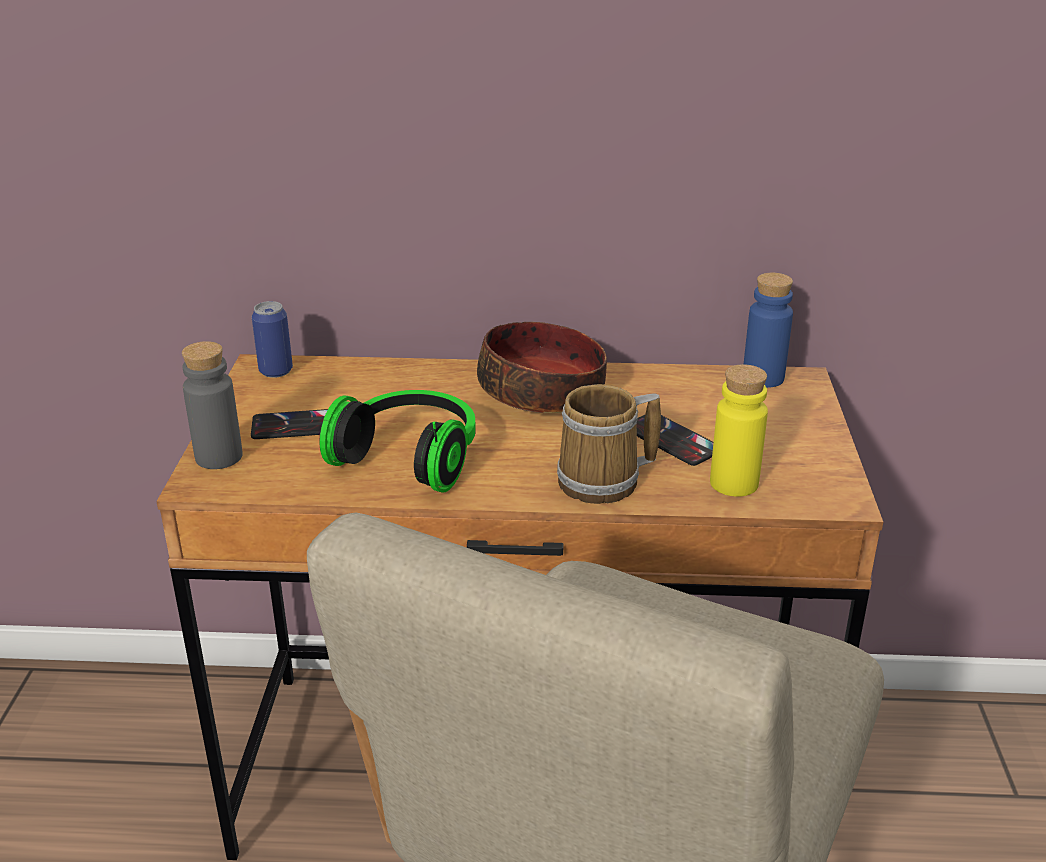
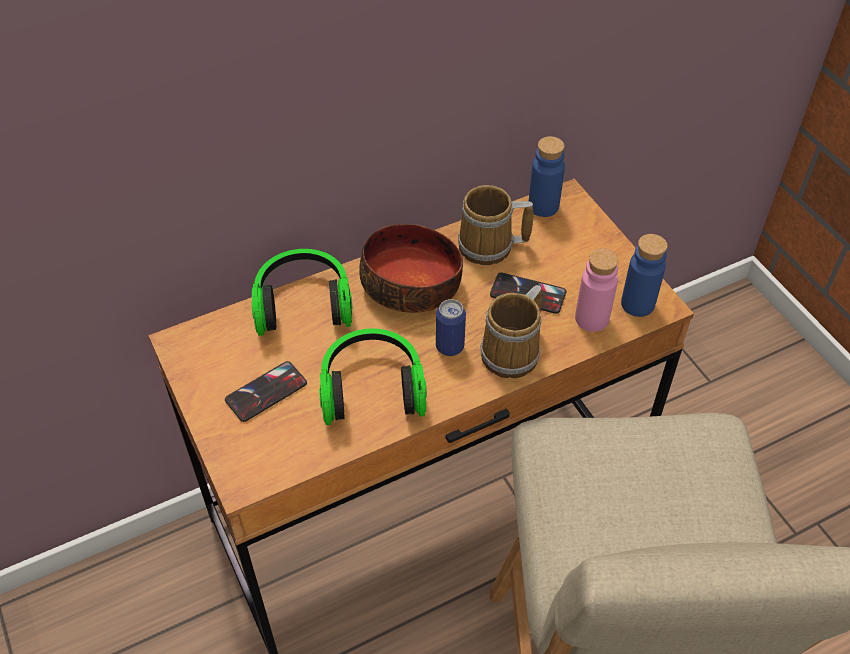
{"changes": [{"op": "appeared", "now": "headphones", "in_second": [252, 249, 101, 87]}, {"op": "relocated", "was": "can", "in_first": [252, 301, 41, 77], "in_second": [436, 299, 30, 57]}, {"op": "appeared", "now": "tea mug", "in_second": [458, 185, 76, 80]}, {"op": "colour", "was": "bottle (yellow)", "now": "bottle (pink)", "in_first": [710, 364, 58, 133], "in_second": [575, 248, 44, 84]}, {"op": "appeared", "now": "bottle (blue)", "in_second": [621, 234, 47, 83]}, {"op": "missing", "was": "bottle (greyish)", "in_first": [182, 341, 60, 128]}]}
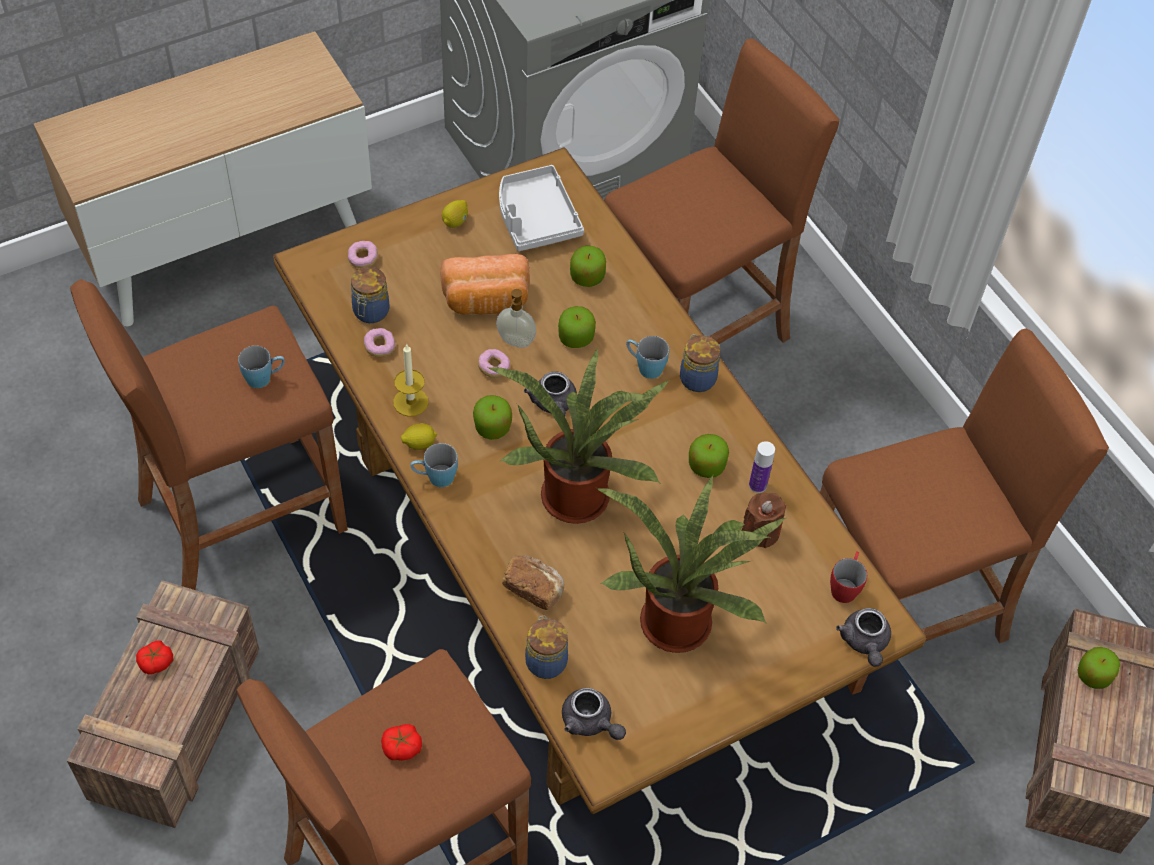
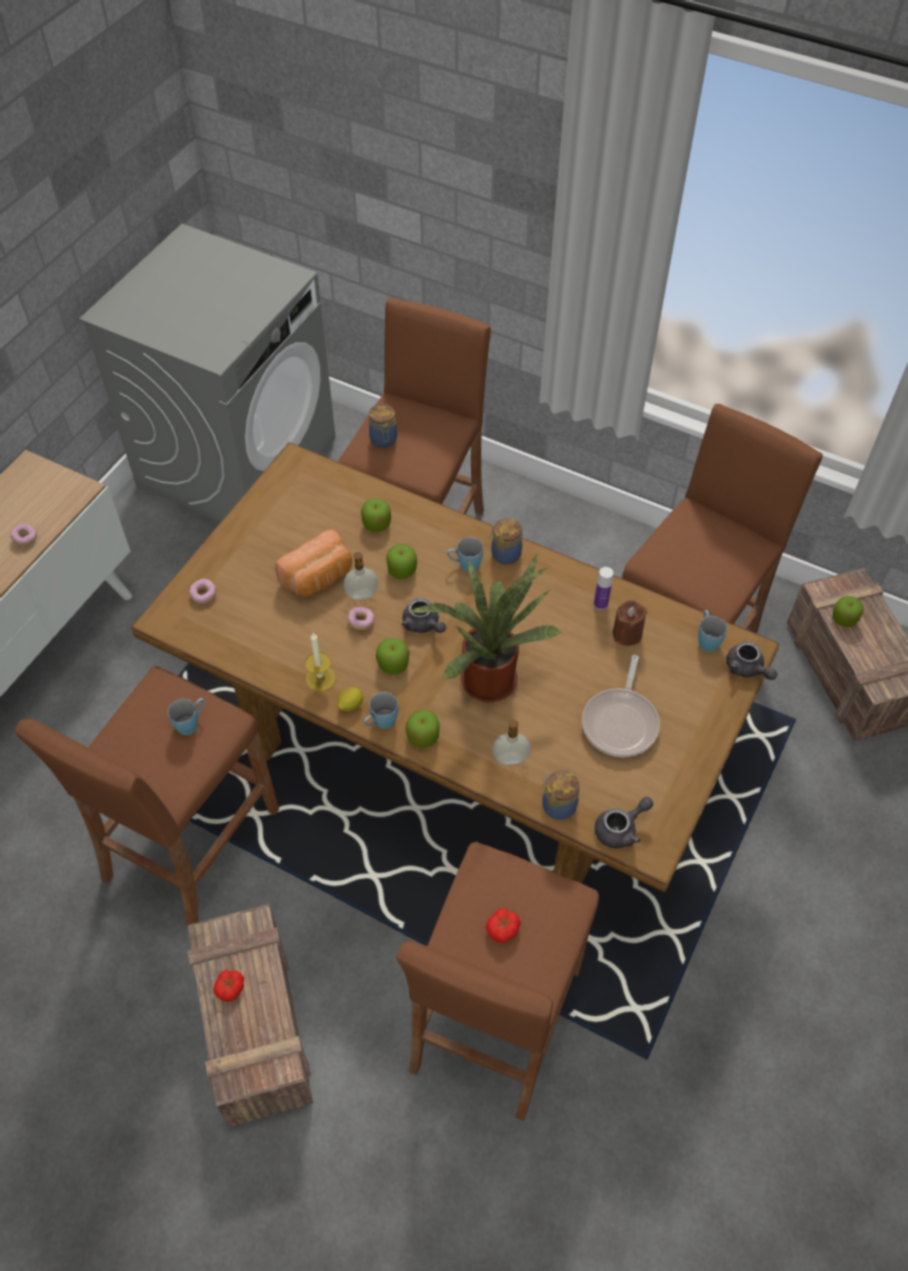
{"changes": [{"op": "relocated", "was": "ring doughnut", "in_first": [364, 328, 31, 29], "in_second": [10, 524, 27, 22]}, {"op": "relocated", "was": "storage jar", "in_first": [351, 267, 38, 56], "in_second": [369, 404, 28, 44]}, {"op": "relocated", "was": "apple fruit", "in_first": [689, 434, 40, 44], "in_second": [406, 710, 34, 38]}, {"op": "exchanged", "was": "bread", "now": "soap bottle", "in_first": [502, 555, 62, 55], "in_second": [492, 719, 39, 46]}, {"op": "exchanged", "was": "potted plant", "now": "pan", "in_first": [597, 473, 189, 180], "in_second": [582, 655, 78, 102]}, {"op": "spun", "was": "teapot (greyish)", "in_first": [562, 688, 64, 52], "in_second": [595, 797, 58, 51], "clockwise": -45}, {"op": "colour", "was": "tea mug (red-coloured)", "now": "tea mug (blue)", "in_first": [830, 551, 37, 52], "in_second": [698, 610, 29, 42]}, {"op": "missing", "was": "whole lemon", "in_first": [442, 200, 26, 28]}, {"op": "missing", "was": "carrying tray (greyish)", "in_first": [499, 165, 85, 86]}]}
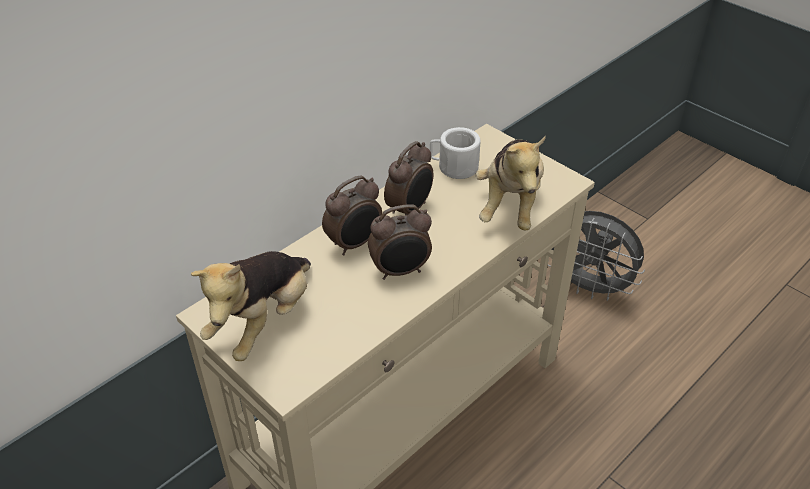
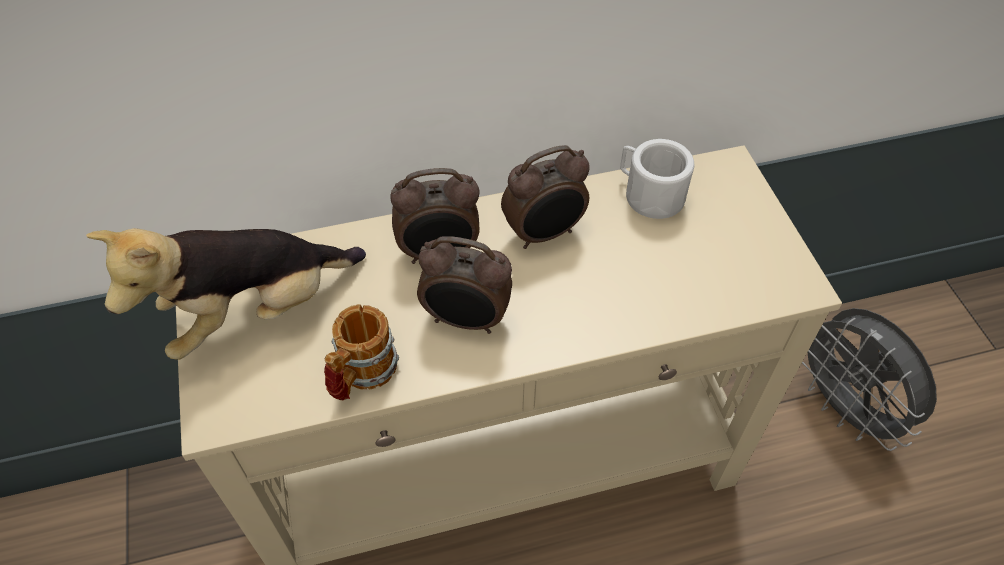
{"changes": [{"op": "appeared", "now": "tea mug", "in_second": [324, 304, 75, 96]}, {"op": "missing", "was": "plush toy", "in_first": [476, 136, 70, 95]}]}
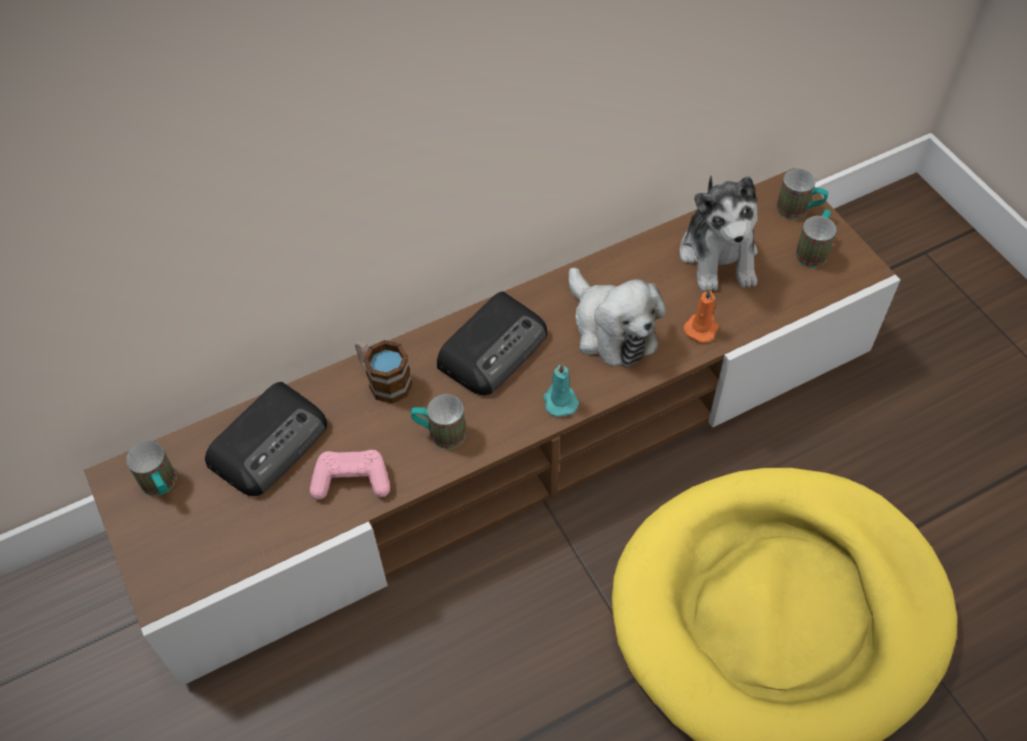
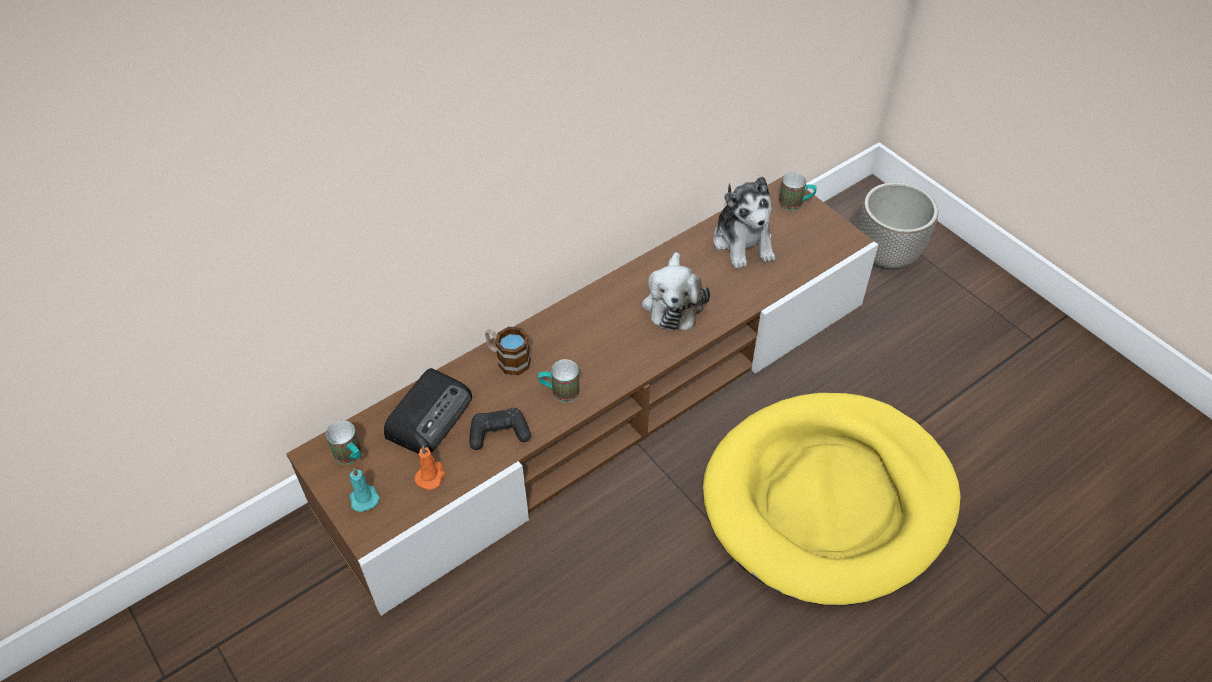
{"changes": [{"op": "relocated", "was": "wax candle (blue-green)", "in_first": [543, 363, 36, 54], "in_second": [350, 468, 30, 44]}, {"op": "relocated", "was": "wax candle (orange-coloured)", "in_first": [683, 288, 36, 55], "in_second": [414, 446, 31, 44]}, {"op": "colour", "was": "gamepad (pink)", "now": "gamepad (blackish)", "in_first": [310, 450, 80, 50], "in_second": [469, 408, 62, 42]}, {"op": "spun", "was": "plush toy", "in_first": [568, 267, 98, 101], "in_second": [642, 252, 68, 78], "clockwise": 45}, {"op": "appeared", "now": "flower pot", "in_second": [859, 182, 79, 87]}, {"op": "missing", "was": "radio receiver", "in_first": [437, 292, 110, 103]}, {"op": "missing", "was": "tea mug", "in_first": [795, 210, 41, 58]}]}
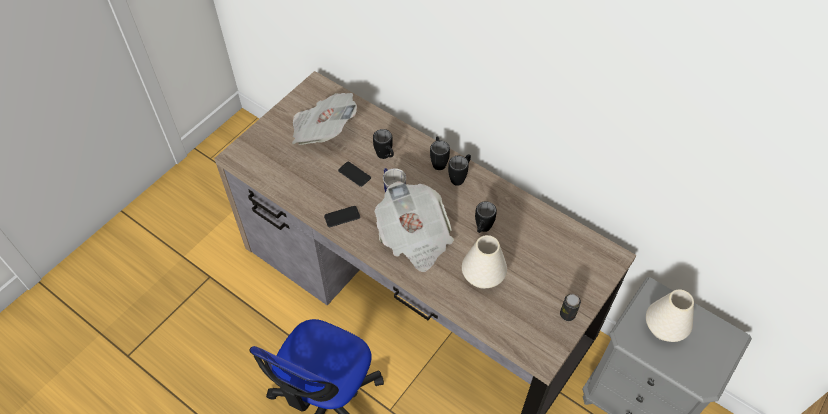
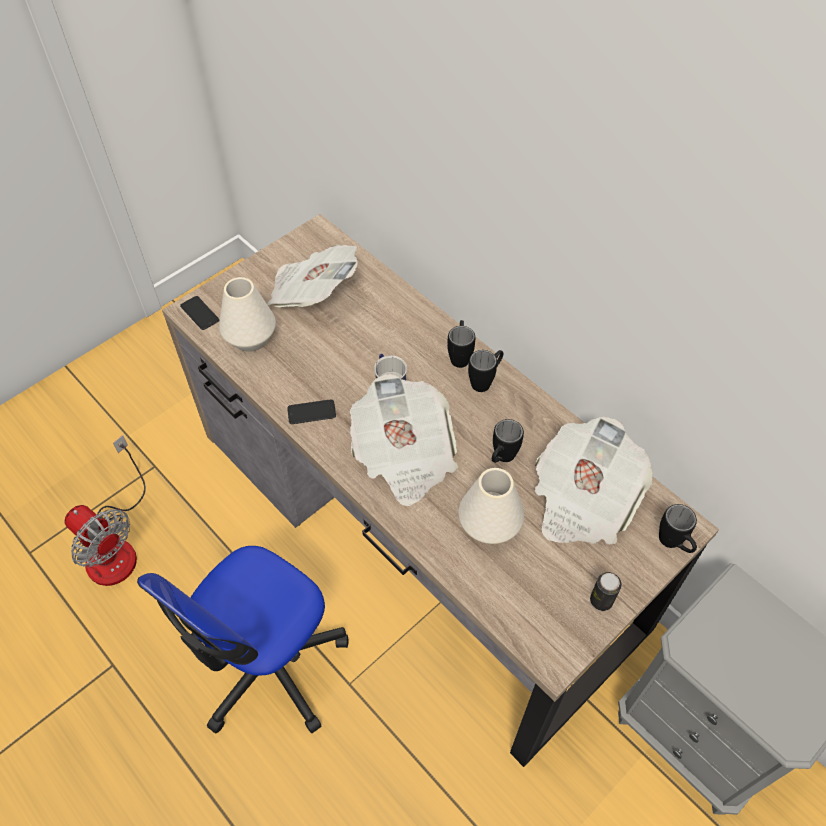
{"changes": [{"op": "appeared", "now": "electric fan", "in_second": [65, 435, 81, 151]}, {"op": "relocated", "was": "phone", "in_first": [338, 162, 33, 25], "in_second": [180, 296, 39, 34]}, {"op": "relocated", "was": "flower vase (white)", "in_first": [646, 289, 48, 53], "in_second": [219, 277, 57, 75]}, {"op": "appeared", "now": "daily paper", "in_second": [535, 417, 118, 128]}, {"op": "relocated", "was": "tea mug (blackish)", "in_first": [373, 129, 21, 30], "in_second": [659, 504, 38, 49]}]}
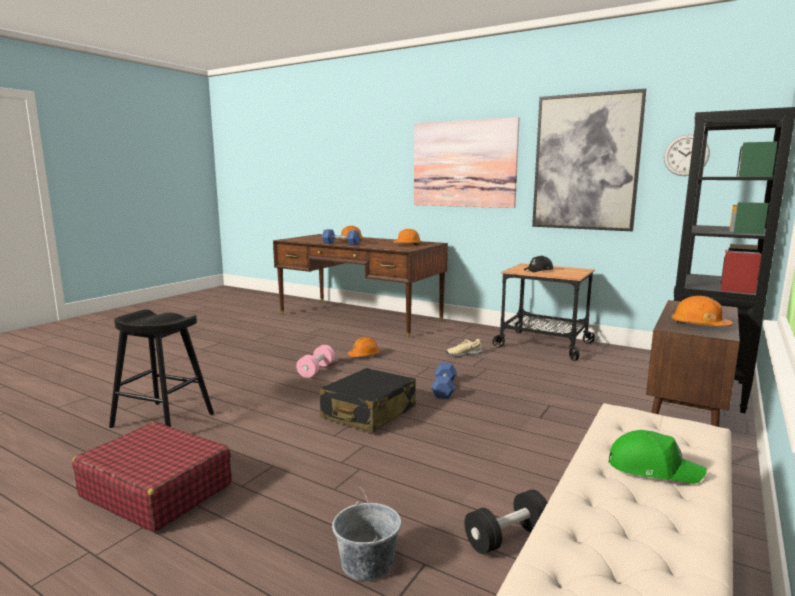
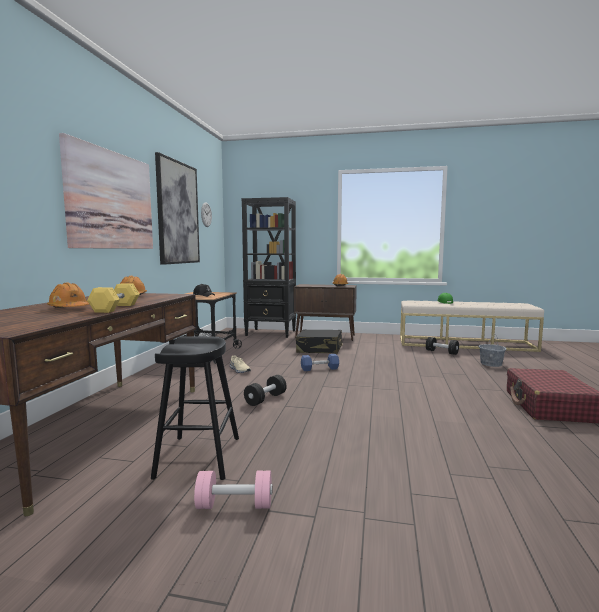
{"changes": [{"op": "colour", "was": "hand weight (blue)", "now": "hand weight (yellow)", "in_first": [322, 229, 38, 16], "in_second": [87, 284, 53, 29]}, {"op": "relocated", "was": "stool seat (blackish)", "in_first": [109, 310, 105, 118], "in_second": [151, 336, 88, 144]}, {"op": "relocated", "was": "hand weight (pink)", "in_first": [296, 345, 39, 33], "in_second": [194, 470, 79, 39]}, {"op": "exchanged", "was": "hard hat (orange-coloured)", "now": "hand weight (blackish)", "in_first": [348, 337, 32, 20], "in_second": [244, 375, 43, 31]}, {"op": "relocated", "was": "piece of luggage (blackish)", "in_first": [320, 368, 96, 65], "in_second": [296, 329, 47, 25]}]}
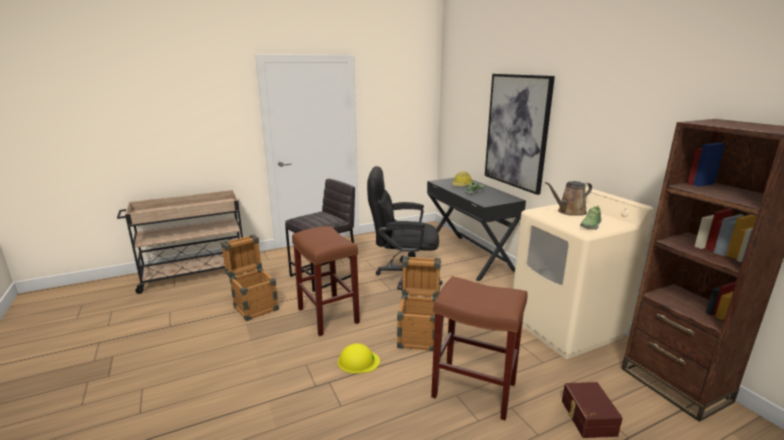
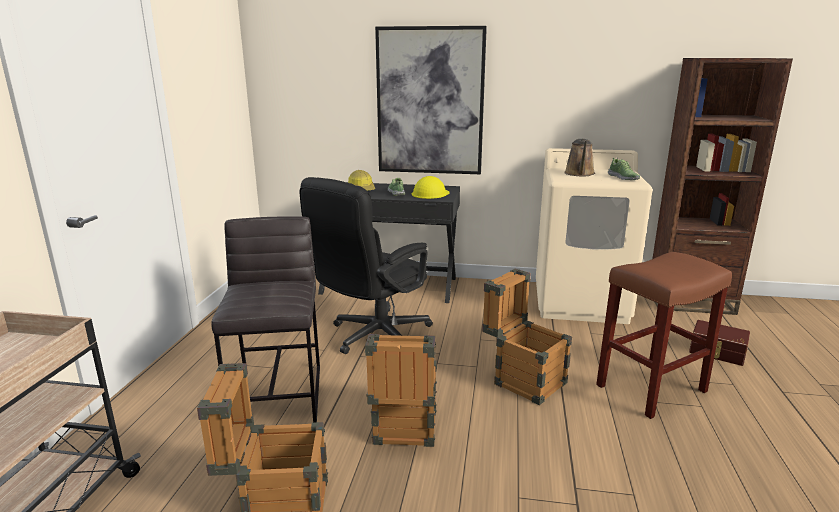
{"changes": [{"op": "exchanged", "was": "stool seat (brown)", "now": "shipping crate", "in_first": [292, 226, 68, 110], "in_second": [365, 334, 72, 113]}, {"op": "relocated", "was": "hard hat (yellow)", "in_first": [338, 343, 42, 31], "in_second": [412, 176, 37, 23]}]}
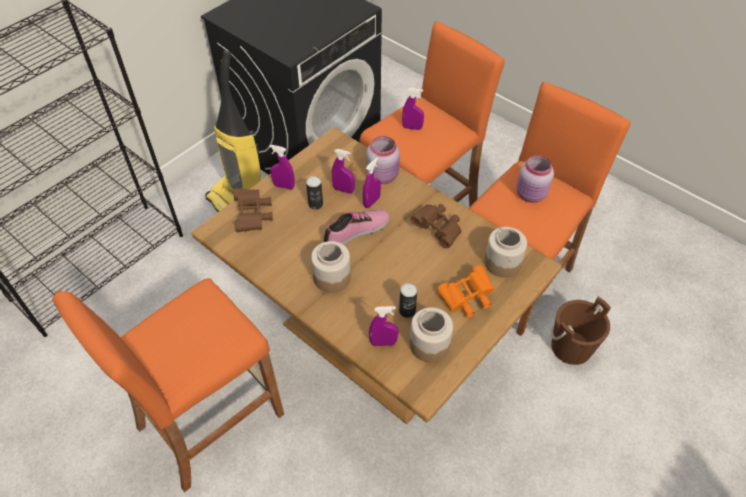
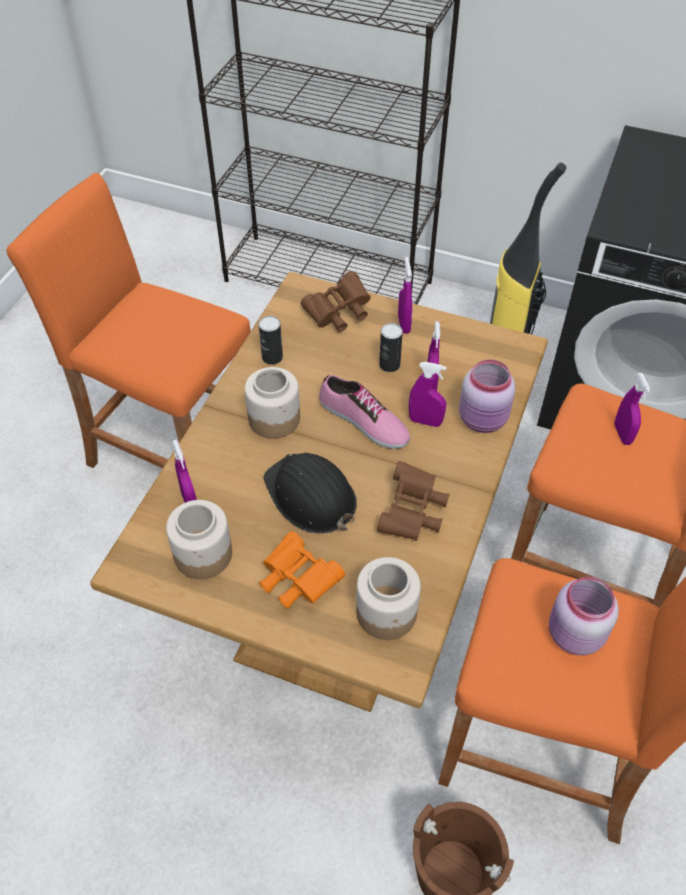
{"changes": [{"op": "relocated", "was": "can", "in_first": [399, 283, 19, 35], "in_second": [259, 316, 24, 49]}, {"op": "appeared", "now": "hard hat (blackish)", "in_second": [263, 453, 94, 80]}]}
